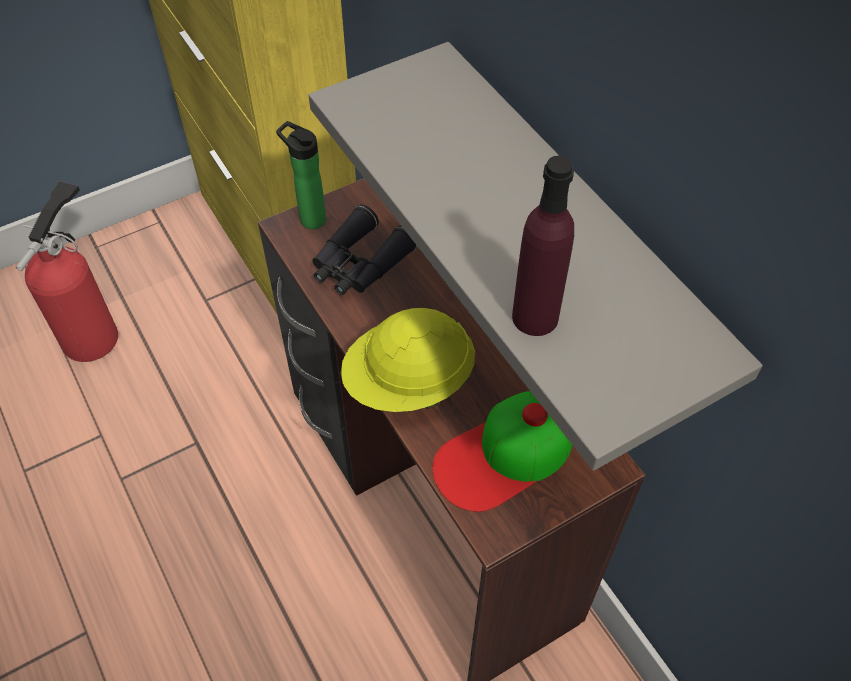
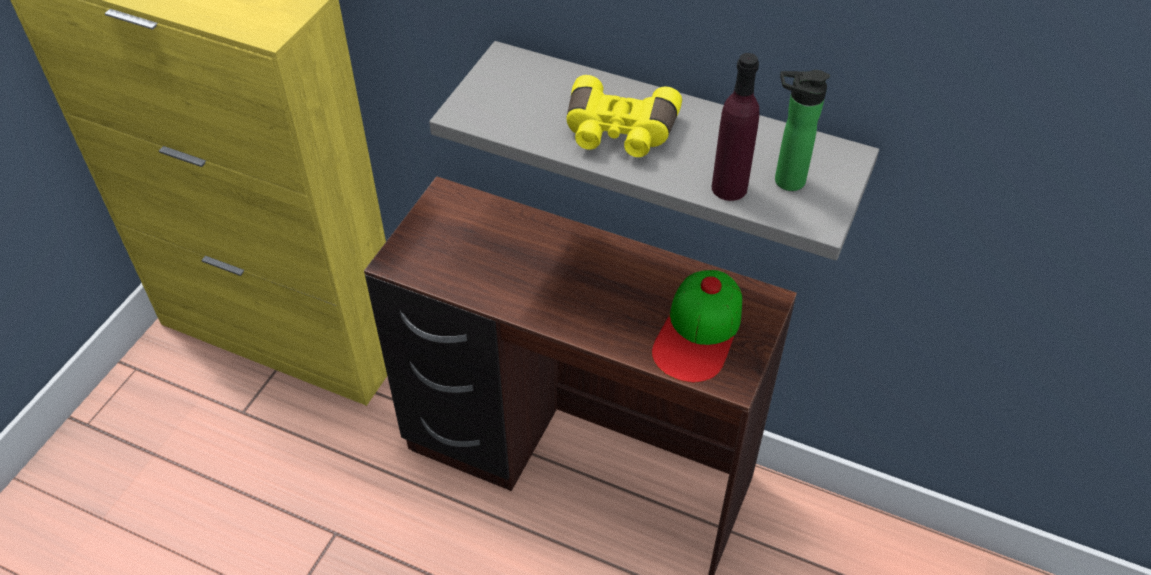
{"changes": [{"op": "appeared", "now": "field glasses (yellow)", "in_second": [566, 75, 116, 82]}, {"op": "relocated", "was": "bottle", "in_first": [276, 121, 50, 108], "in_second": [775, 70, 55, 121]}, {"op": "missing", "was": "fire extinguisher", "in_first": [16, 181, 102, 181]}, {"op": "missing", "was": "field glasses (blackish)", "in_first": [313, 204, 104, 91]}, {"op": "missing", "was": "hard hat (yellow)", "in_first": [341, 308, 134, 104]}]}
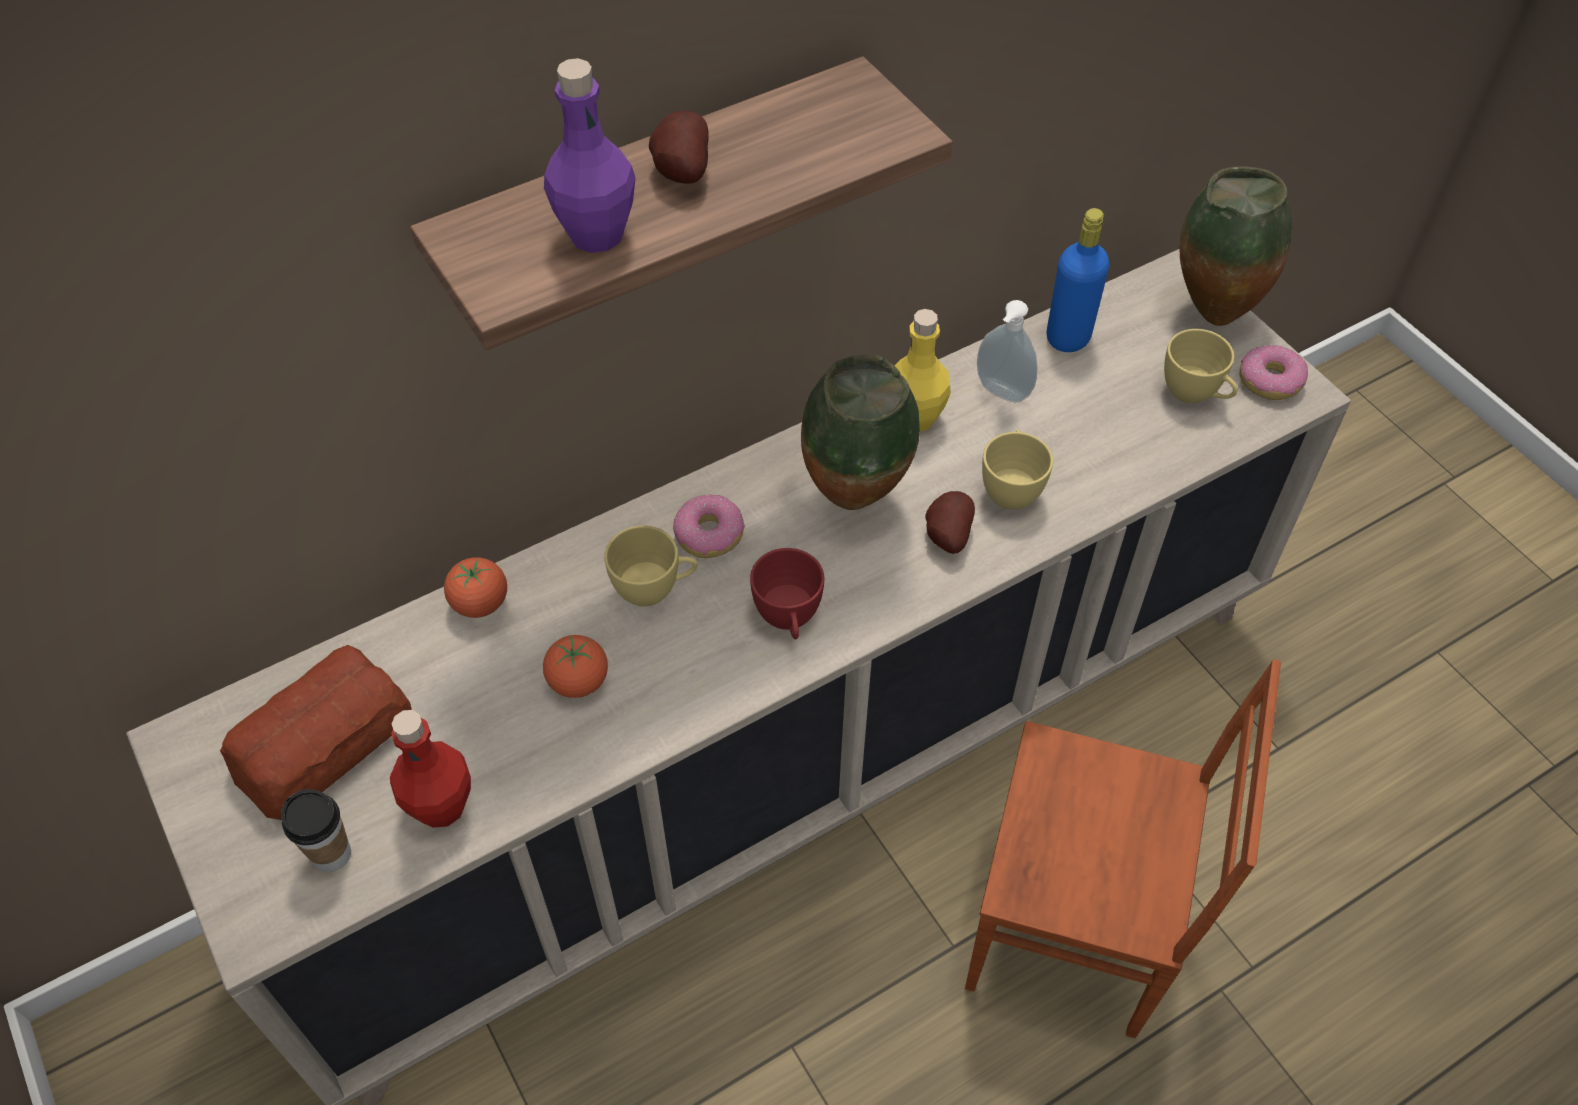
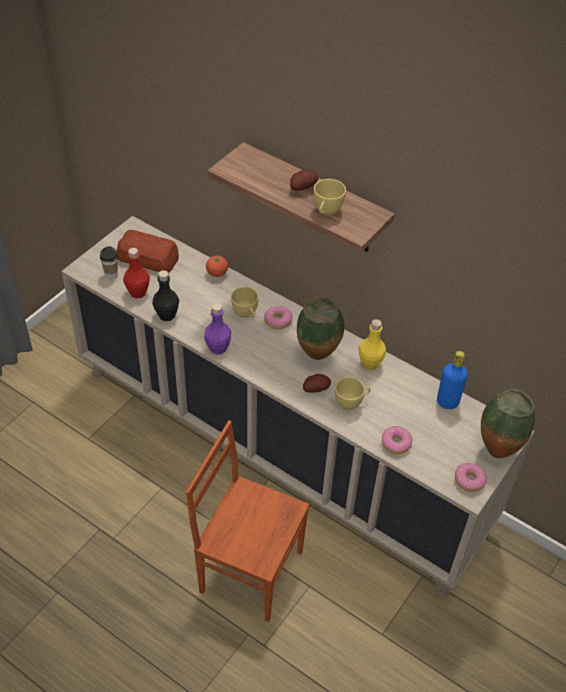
{"changes": [{"op": "appeared", "now": "bottle (blackish)", "in_second": [152, 270, 27, 51]}, {"op": "spun", "was": "plain chair (brown)", "in_first": [965, 659, 316, 379], "in_second": [186, 420, 124, 202], "clockwise": 120}, {"op": "relocated", "was": "bottle (purplish)", "in_first": [544, 58, 92, 195], "in_second": [204, 303, 27, 52]}, {"op": "relocated", "was": "cup (yellow)", "in_first": [1164, 329, 74, 74], "in_second": [314, 179, 32, 37]}, {"op": "appeared", "now": "ring doughnut", "in_second": [382, 426, 30, 28]}, {"op": "missing", "was": "tomato", "in_first": [543, 635, 65, 63]}, {"op": "missing", "was": "cup (red-coloured)", "in_first": [750, 548, 74, 91]}, {"op": "missing", "was": "soap bottle", "in_first": [977, 300, 60, 102]}]}
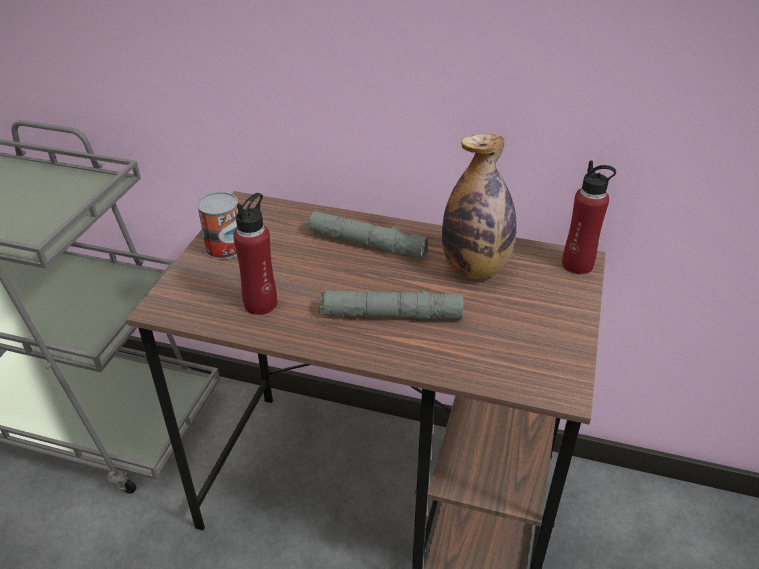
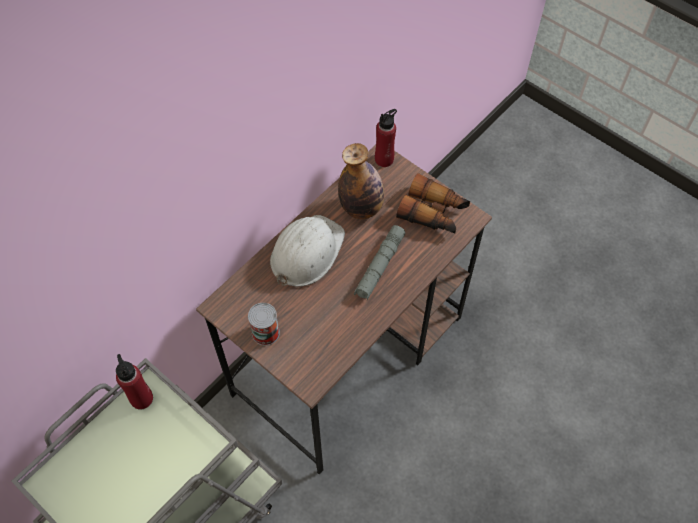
{"changes": [{"op": "relocated", "was": "bottle (red-coloured)", "in_first": [233, 193, 44, 122], "in_second": [116, 354, 37, 55]}, {"op": "exchanged", "was": "torch (greyish)", "now": "hard hat (white)", "in_first": [304, 211, 124, 48], "in_second": [270, 215, 75, 72]}, {"op": "appeared", "now": "field glasses", "in_second": [396, 173, 74, 60]}]}
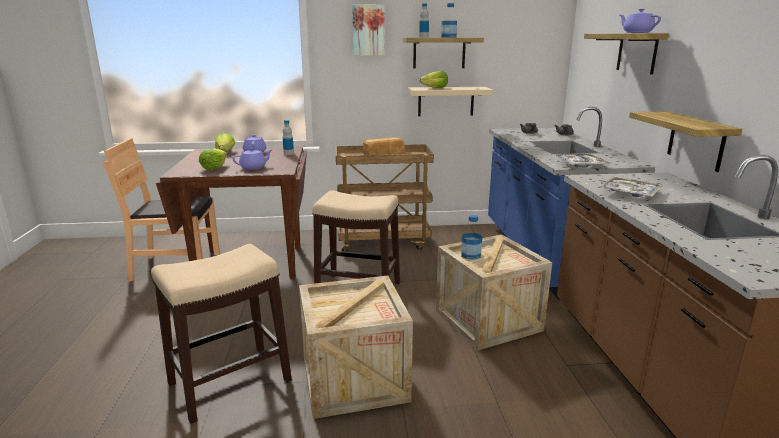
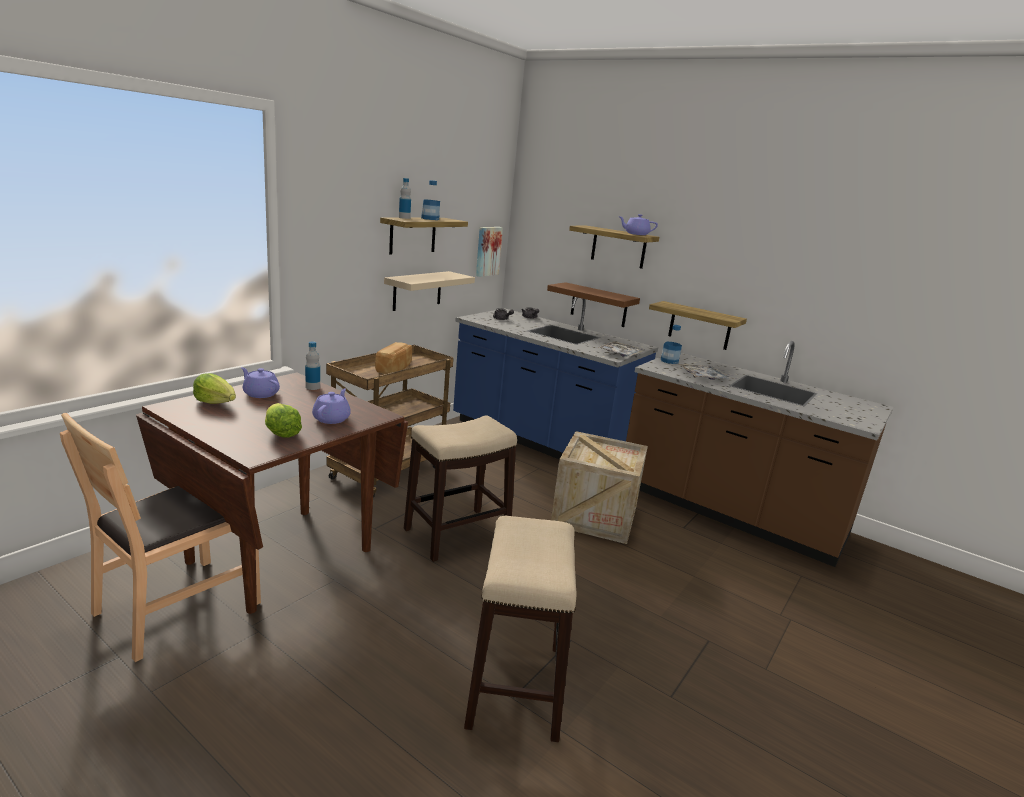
{"changes": [{"op": "relocated", "was": "wall picture", "in_first": [352, 5, 33, 51], "in_second": [476, 227, 27, 50]}, {"op": "appeared", "now": "wall shelf (brown)", "in_second": [547, 282, 93, 45]}, {"op": "relocated", "was": "bottle", "in_first": [461, 215, 21, 44], "in_second": [661, 325, 21, 39]}, {"op": "missing", "was": "shipping crate", "in_first": [299, 276, 114, 143]}, {"op": "missing", "was": "lettuce head", "in_first": [419, 71, 29, 17]}]}
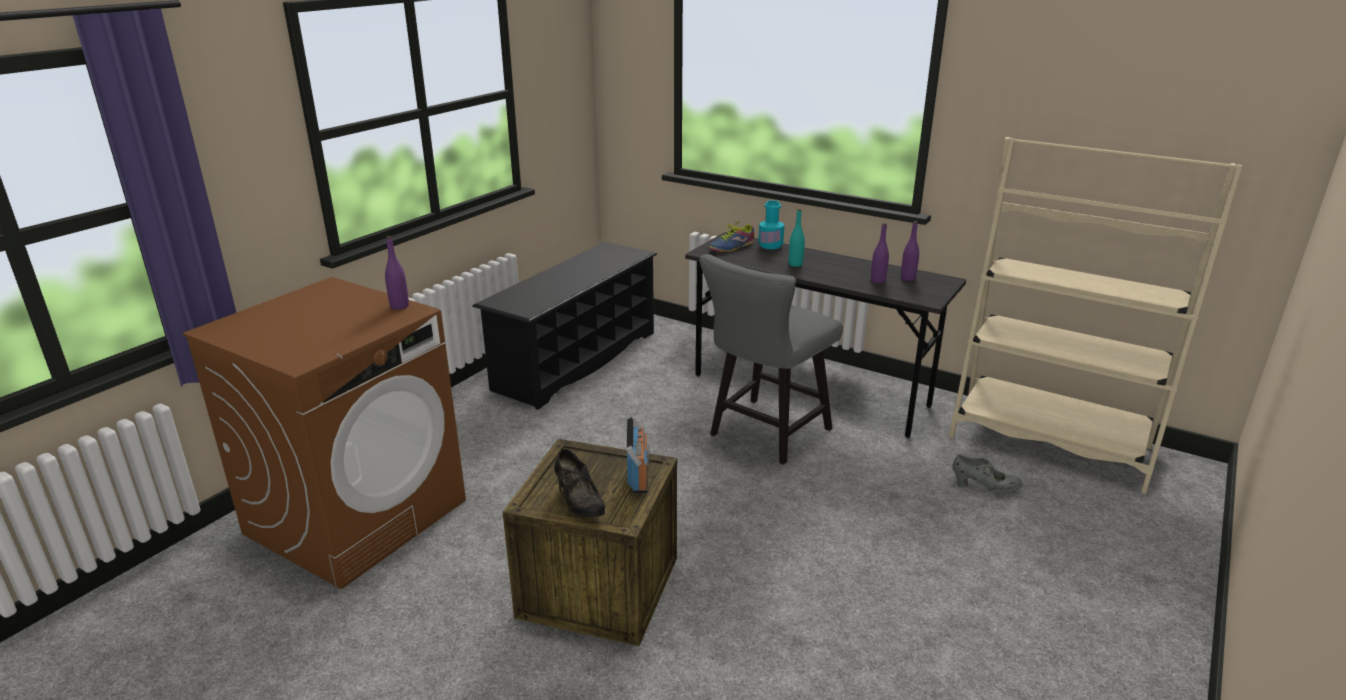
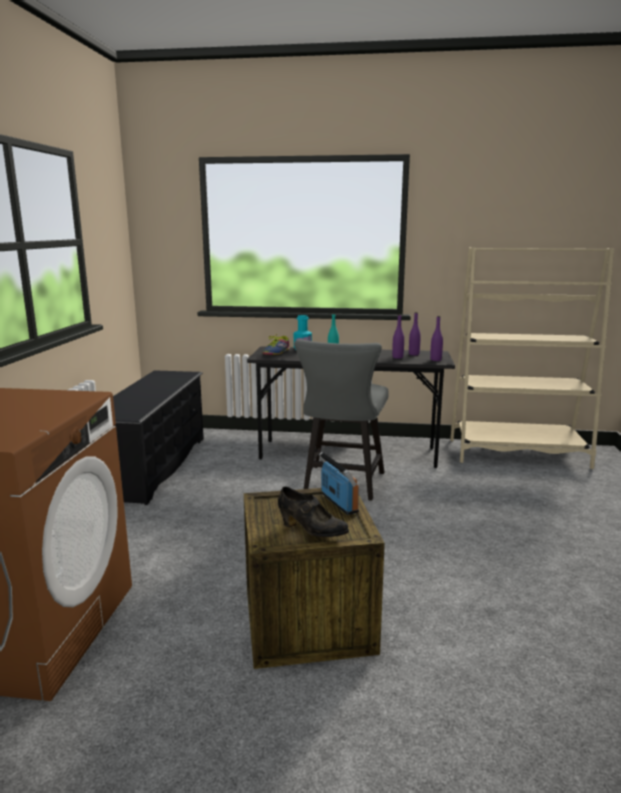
{"changes": [{"op": "relocated", "was": "bottle (purplish)", "in_first": [385, 236, 24, 74], "in_second": [430, 316, 13, 45]}, {"op": "missing", "was": "low shoe (greyish)", "in_first": [953, 454, 69, 39]}]}
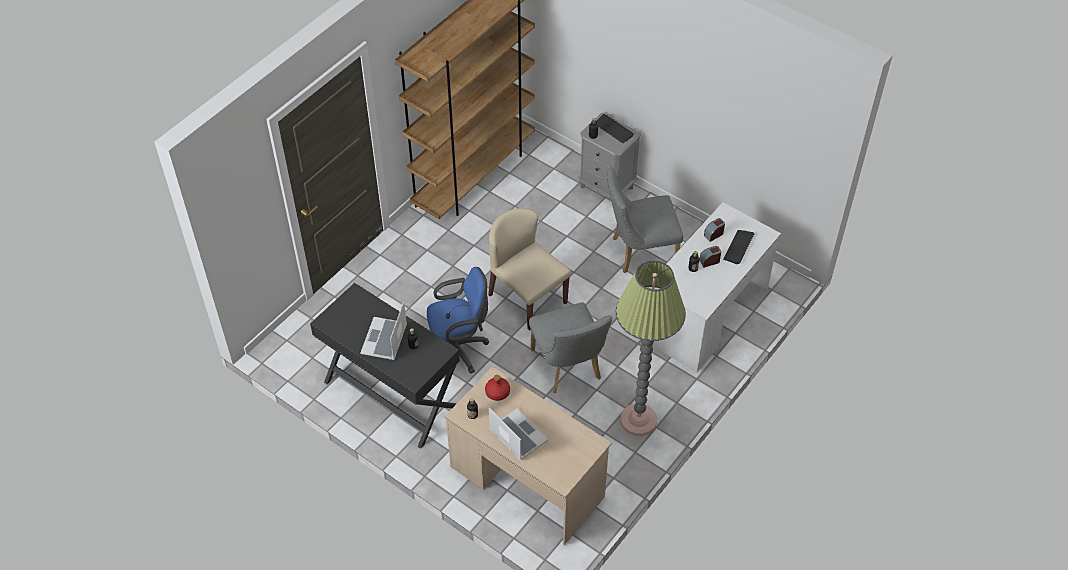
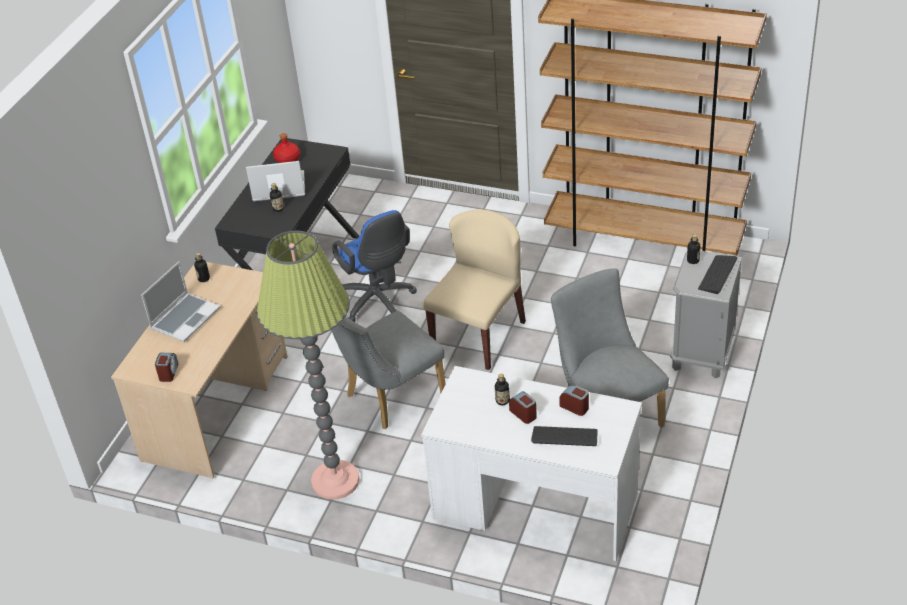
{"changes": [{"op": "appeared", "now": "bedside clock", "in_second": [155, 353, 23, 29]}, {"op": "relocated", "was": "bottle (red-coloured)", "in_first": [485, 375, 25, 26], "in_second": [273, 133, 27, 30]}]}
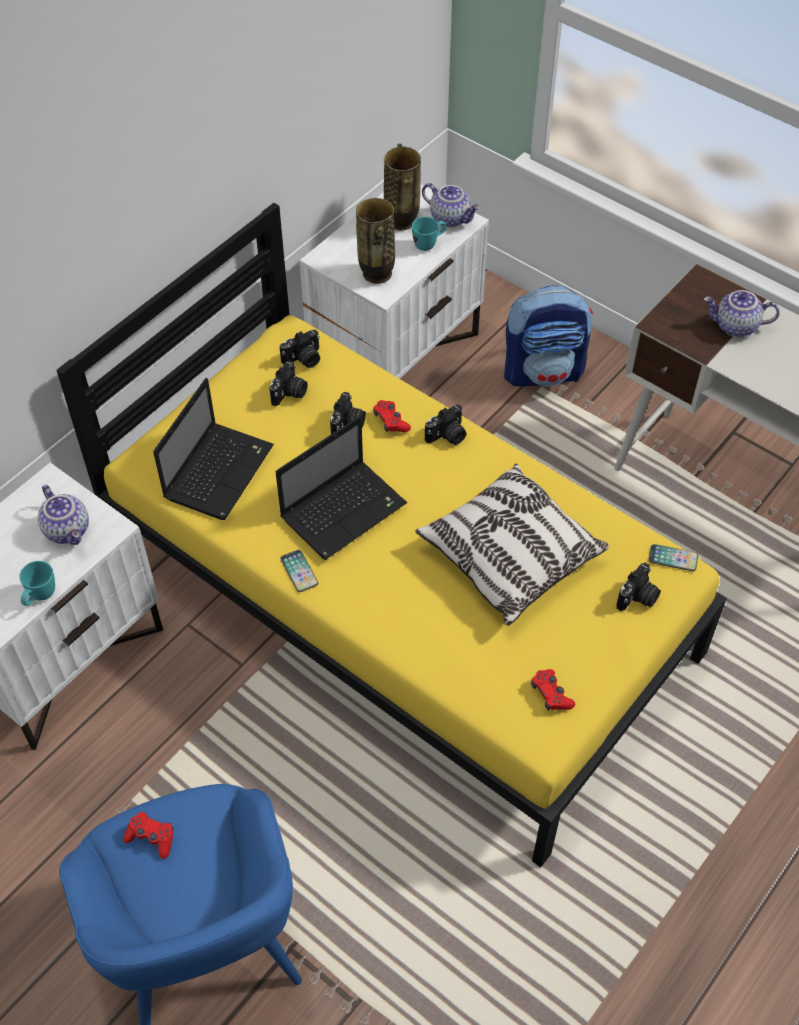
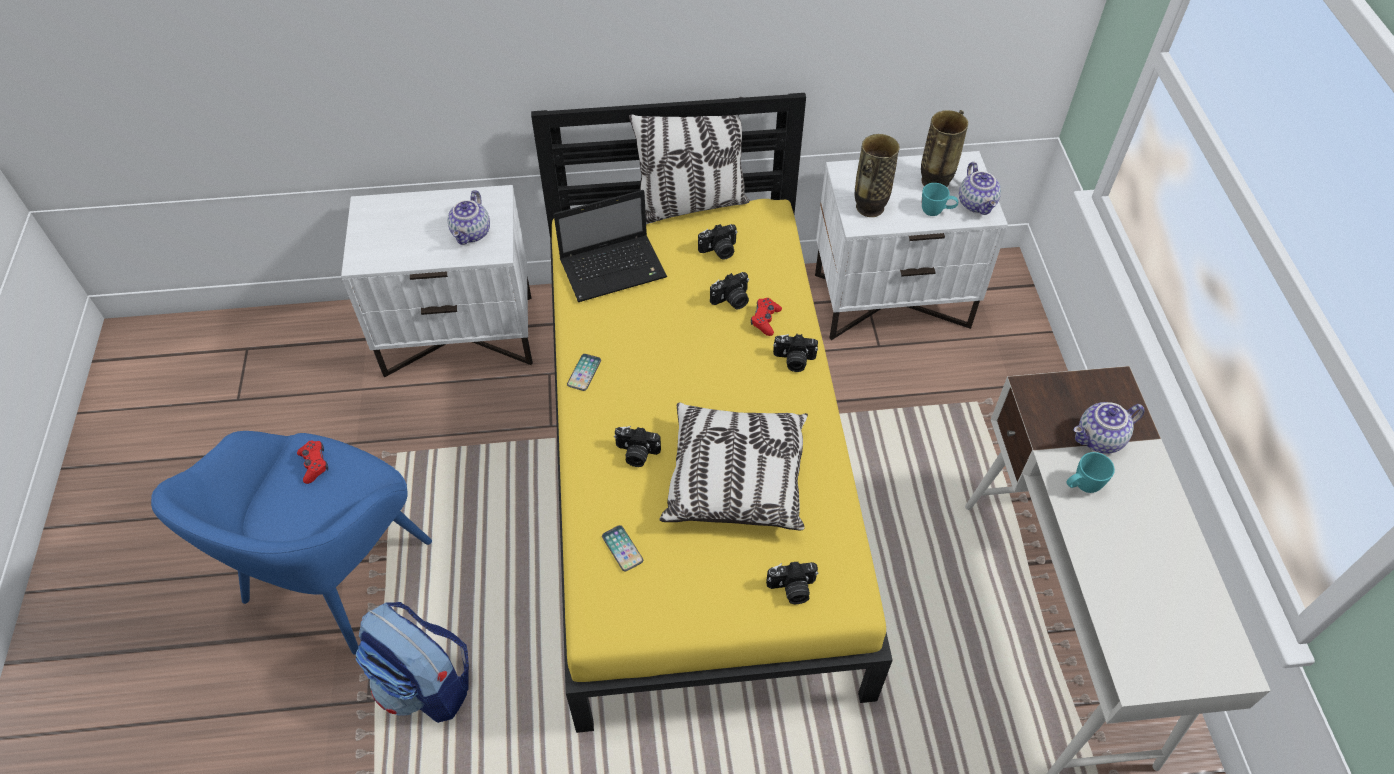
{"changes": [{"op": "relocated", "was": "knapsack", "in_first": [504, 286, 89, 101], "in_second": [355, 602, 114, 121]}, {"op": "relocated", "was": "phone", "in_first": [649, 544, 49, 27], "in_second": [602, 525, 41, 46]}, {"op": "relocated", "was": "photo camera", "in_first": [280, 330, 40, 38], "in_second": [614, 426, 47, 41]}, {"op": "appeared", "now": "pillow", "in_second": [629, 97, 121, 127]}, {"op": "relocated", "was": "tea mug (blue-green)", "in_first": [19, 561, 36, 45], "in_second": [1067, 452, 48, 41]}, {"op": "spun", "was": "teapot", "in_first": [704, 290, 75, 47], "in_second": [1074, 402, 71, 52], "clockwise": -75}, {"op": "missing", "was": "portable computer", "in_first": [276, 416, 131, 144]}, {"op": "missing", "was": "gamepad (red-coloured)", "in_first": [531, 669, 44, 42]}]}
